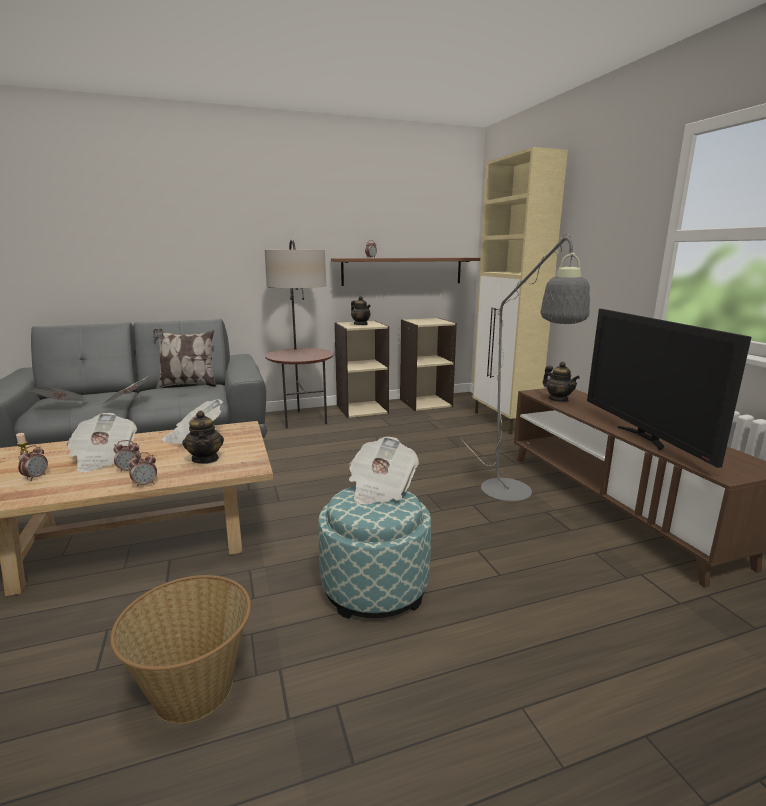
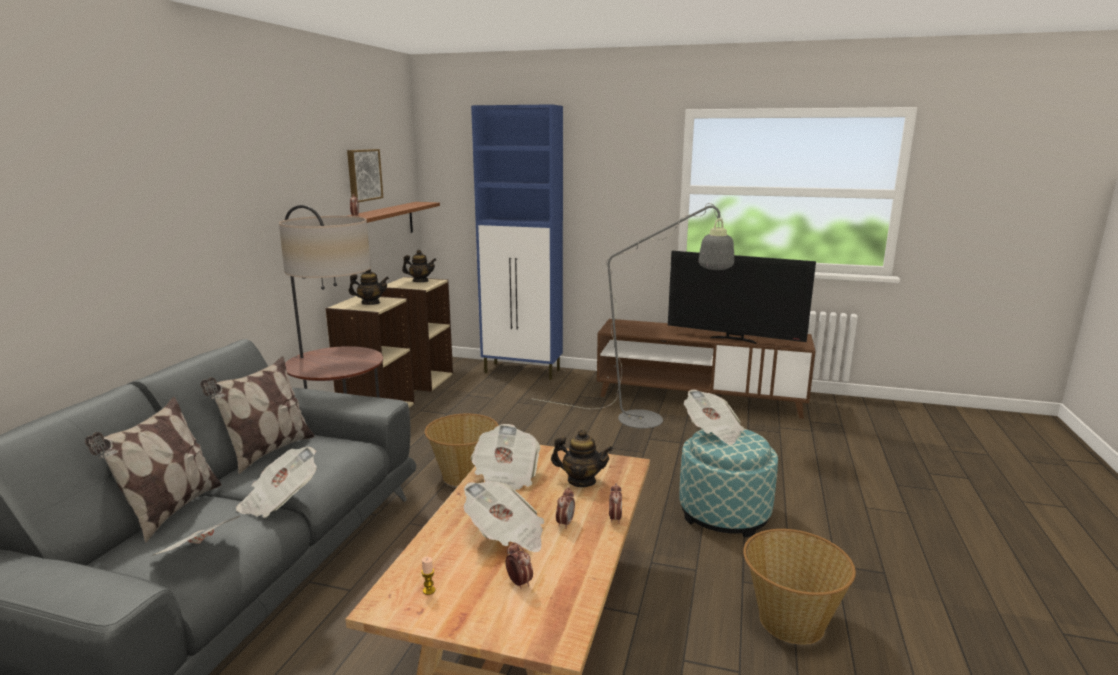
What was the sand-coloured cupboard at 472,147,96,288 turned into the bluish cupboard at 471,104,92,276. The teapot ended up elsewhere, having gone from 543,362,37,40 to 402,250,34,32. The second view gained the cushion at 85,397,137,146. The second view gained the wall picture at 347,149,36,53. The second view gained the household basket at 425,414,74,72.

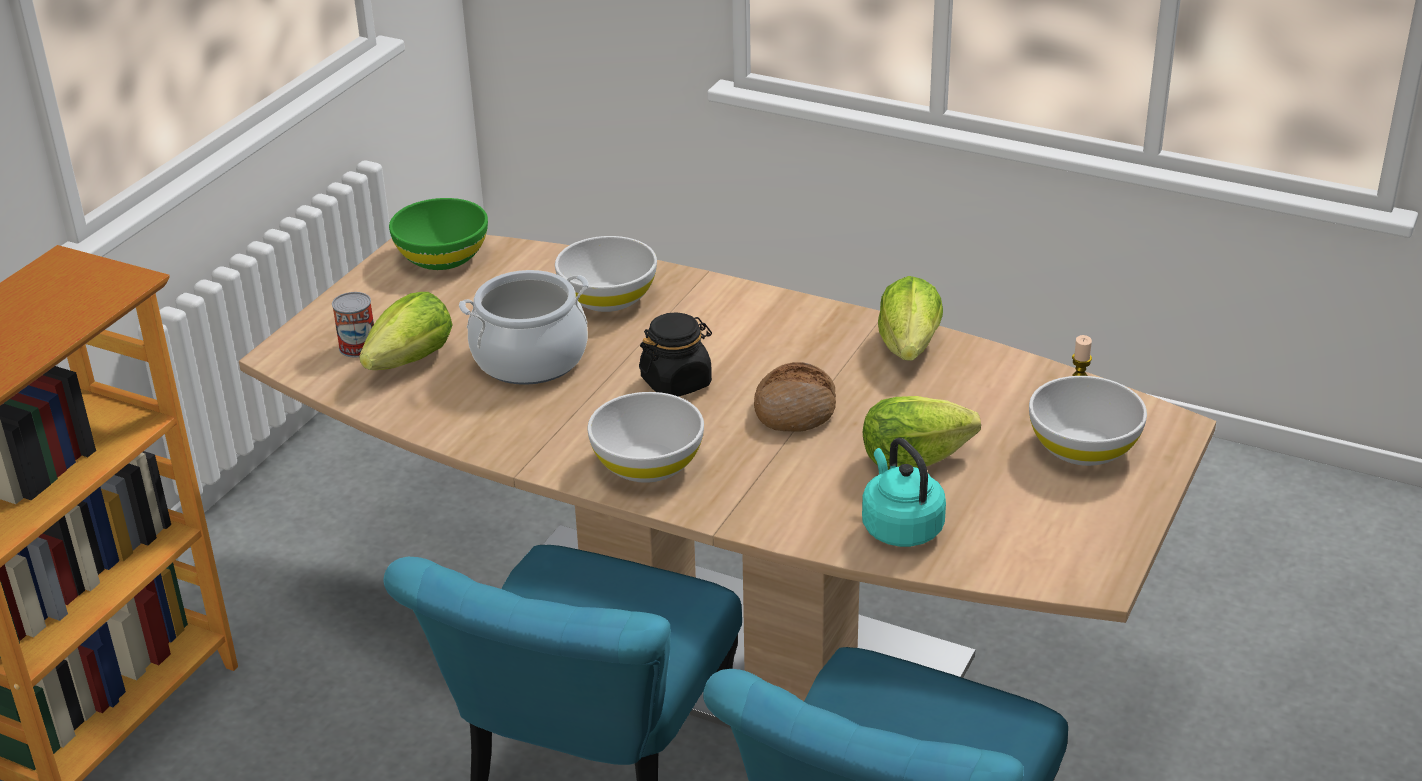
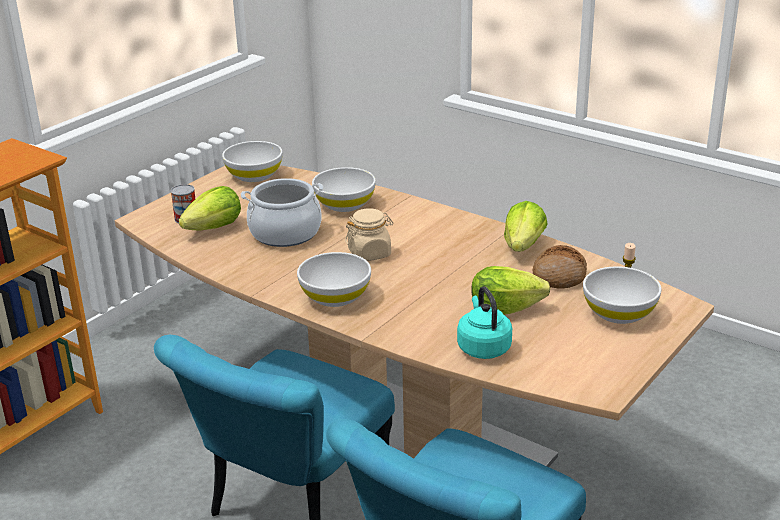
What was the greenish serving bowl at 389,198,99,72 turned into the white serving bowl at 222,141,61,41. What was the black jar at 639,312,73,85 turned into the sand-coloured jar at 345,208,48,53. The baked bread ended up elsewhere, having gone from 754,362,82,70 to 533,245,54,44.

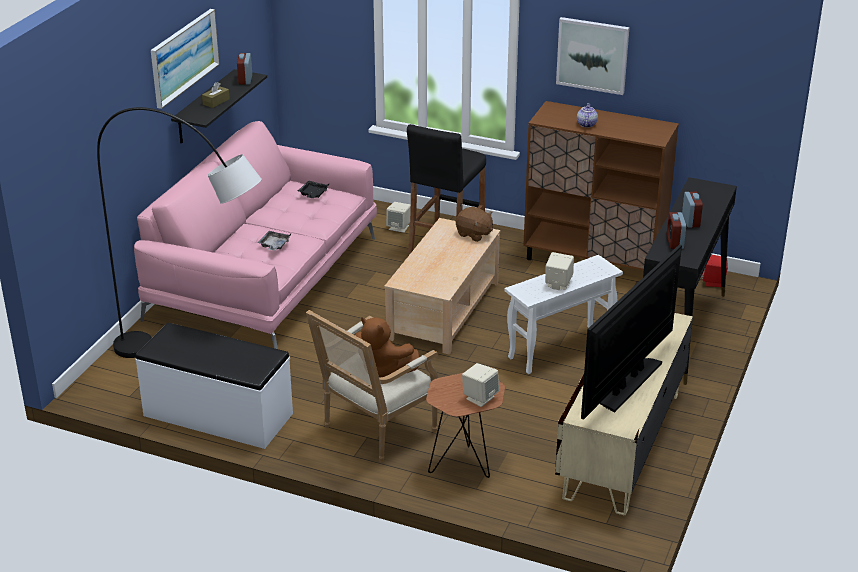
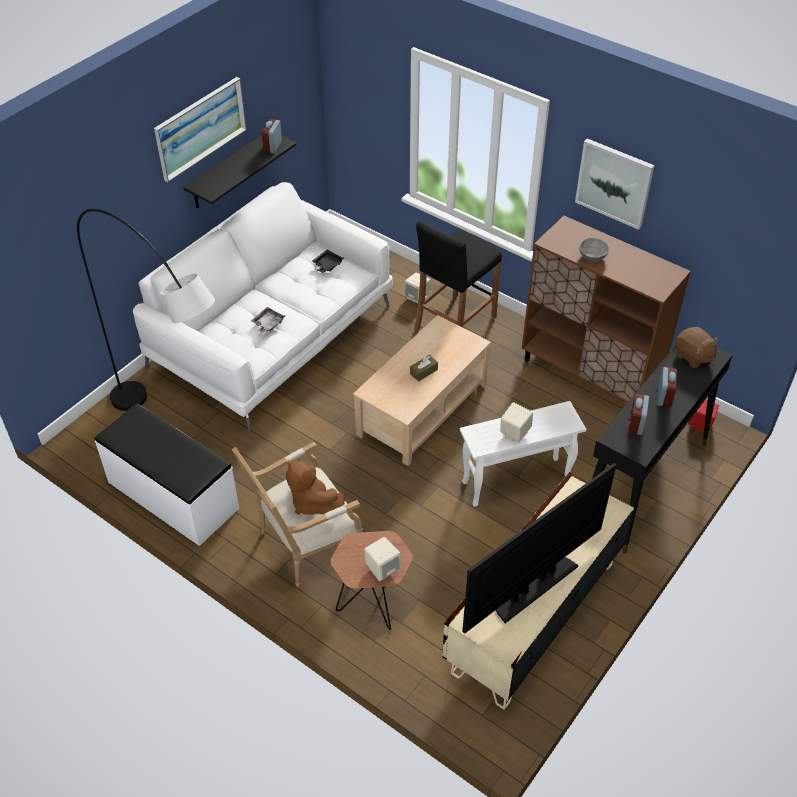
What was the pink sofa at 134,121,243,228 turned into the white sofa at 133,182,260,252. The brown-coloured tissue box ended up elsewhere, having gone from 202,82,28,26 to 410,355,28,26. The brown-coloured plush toy ended up elsewhere, having gone from 456,207,37,35 to 675,327,44,41. Where the teapot stood at 577,103,21,25, the gray serving bowl came to stand at 579,238,31,23.

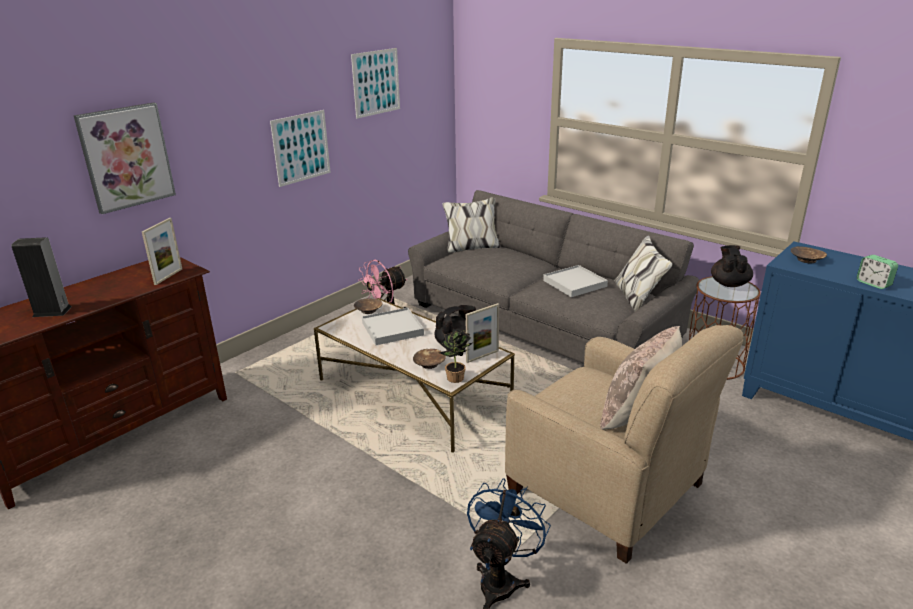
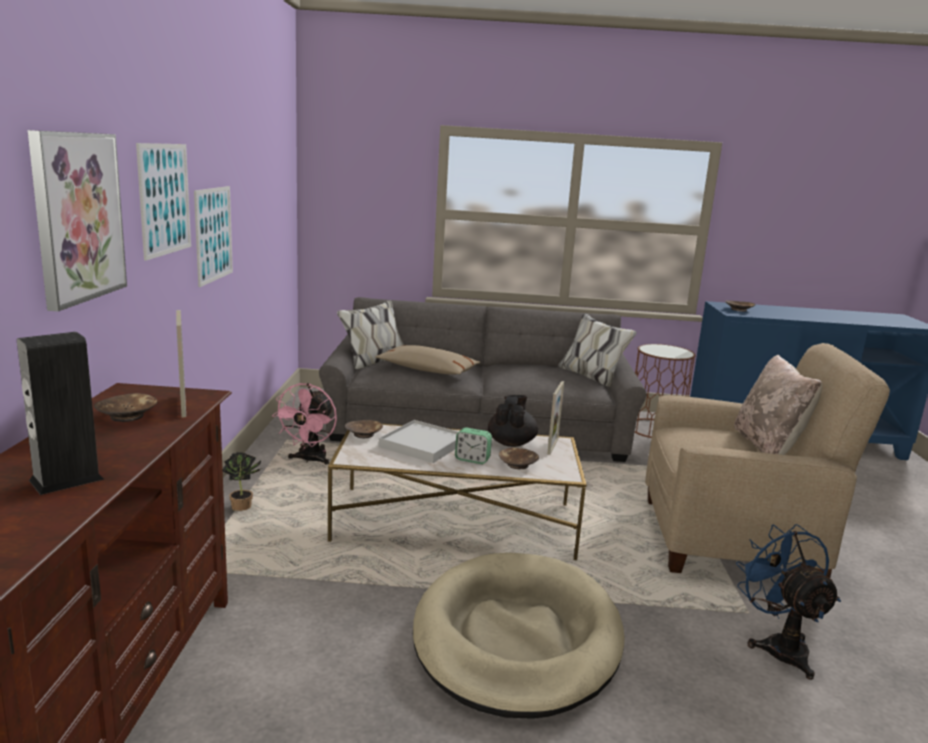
The wall picture ended up elsewhere, having gone from 351,48,49,71 to 136,143,55,118. The potted plant ended up elsewhere, having gone from 439,329,34,54 to 223,452,39,59. The second view lost the white tray at 543,265,65,32. The second view lost the black teapot at 711,245,42,42. The table clock ended up elsewhere, having gone from 857,255,41,34 to 455,427,37,37. The second view gained the brown-coloured serving bowl at 94,393,63,29. The second view gained the sand-coloured cushion at 375,345,105,29. The second view gained the sand-coloured dog cushion at 413,553,212,166.

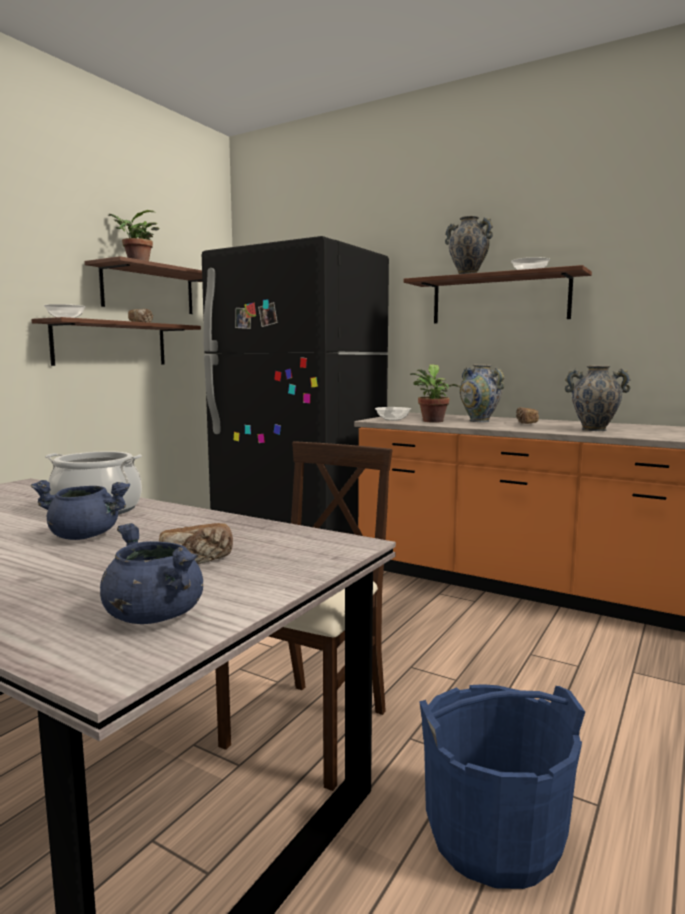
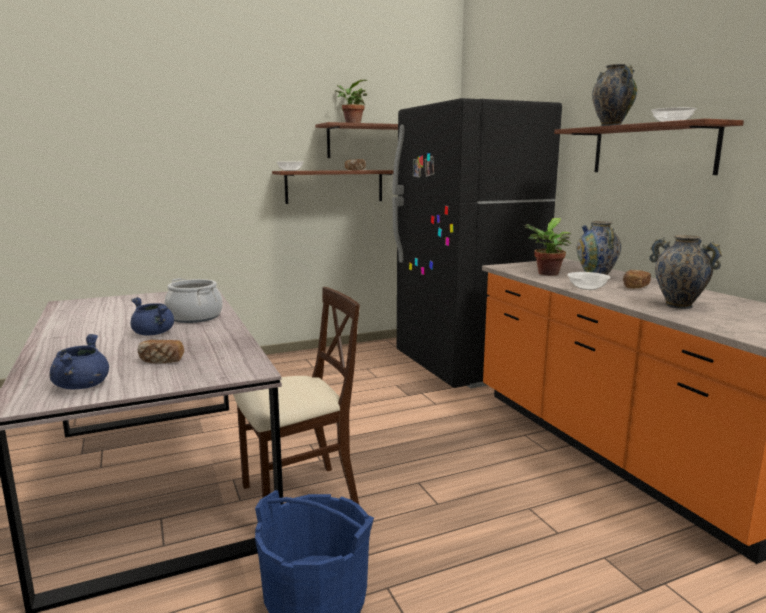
The serving bowl ended up elsewhere, having gone from 375,407,36,14 to 567,272,43,18.

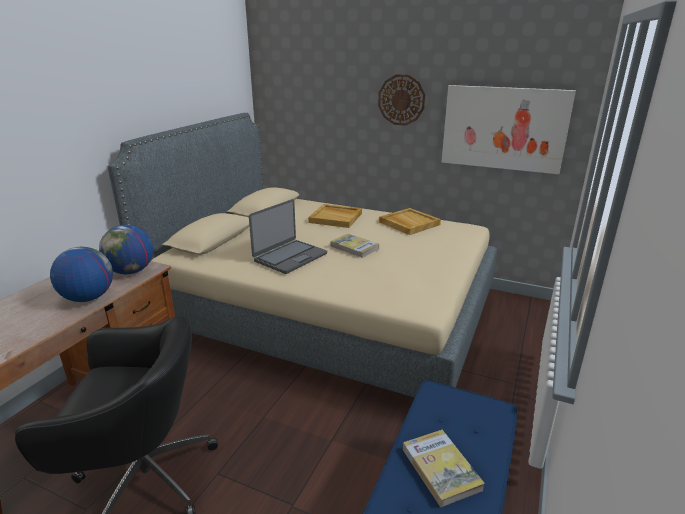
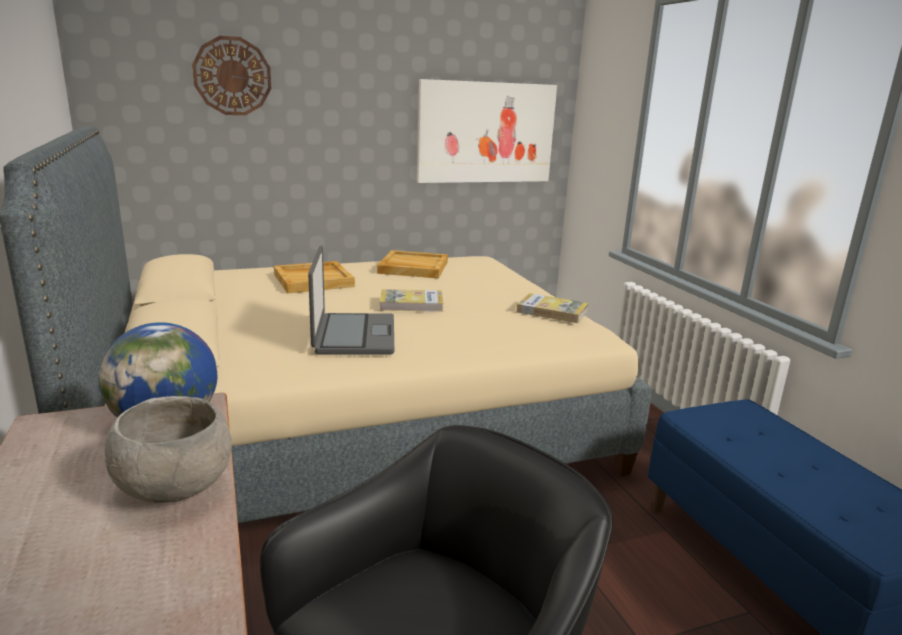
Where the world globe stood at 50,247,63,55, the gray serving bowl came to stand at 105,396,127,107. The clock on the wall ended up elsewhere, having gone from 378,74,47,52 to 192,36,79,79. The volume ended up elsewhere, having gone from 403,430,82,77 to 516,293,72,30.

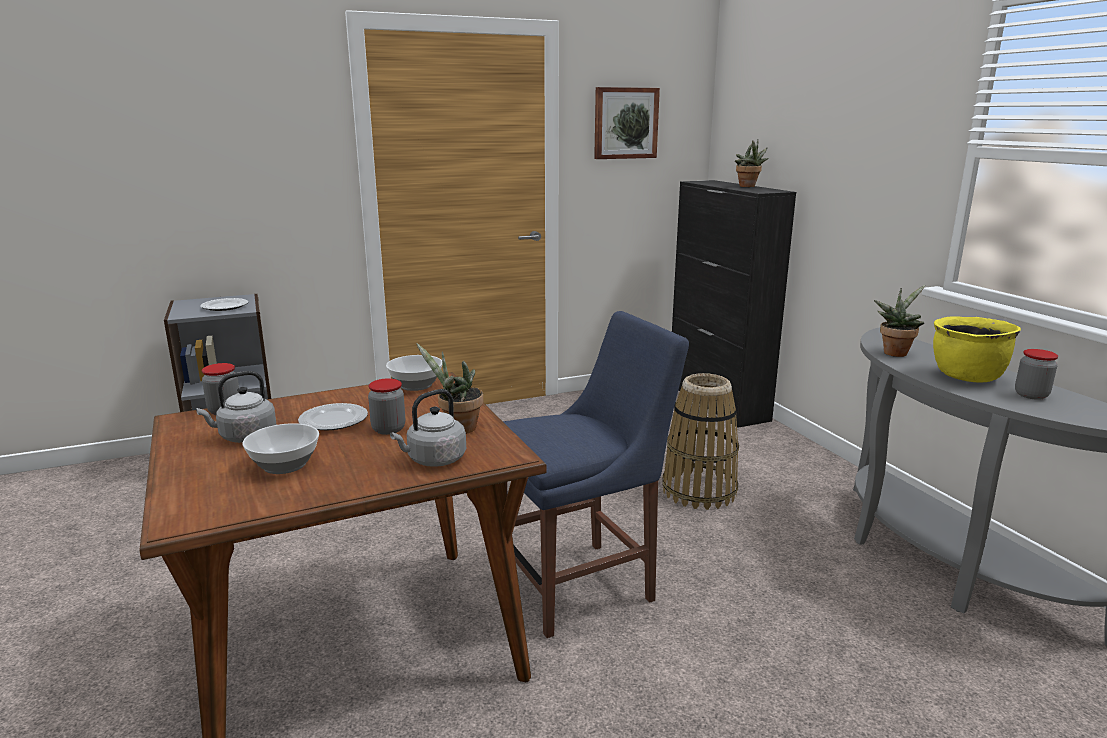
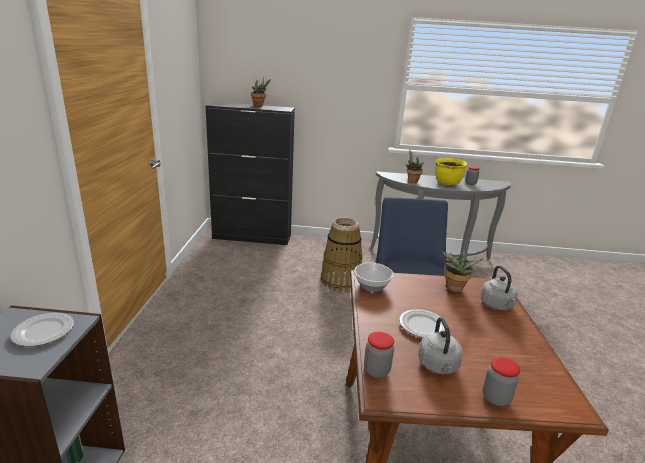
The second view lost the serving bowl at 243,423,76,51. The jar ended up elsewhere, having gone from 368,379,37,56 to 483,357,37,49. The second view lost the wall picture at 594,87,66,72.

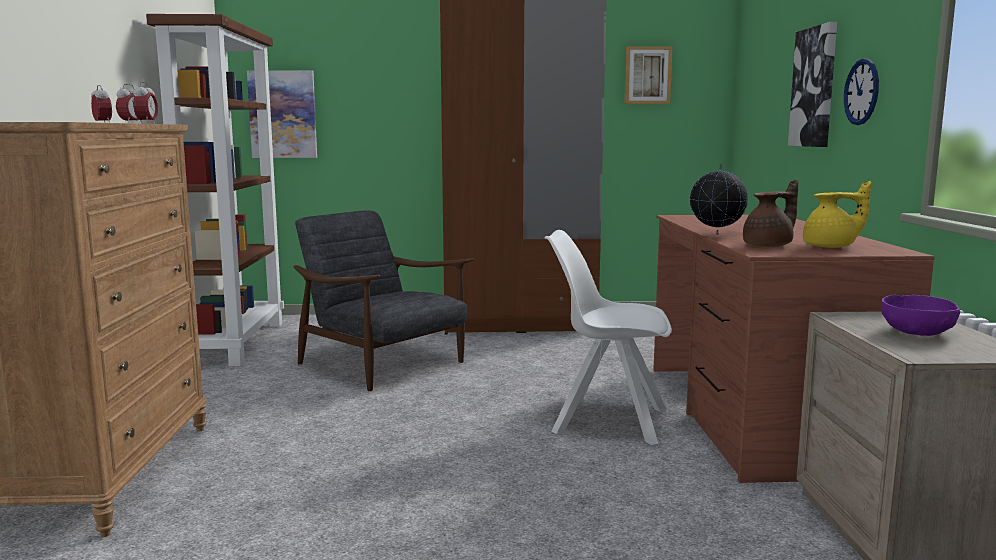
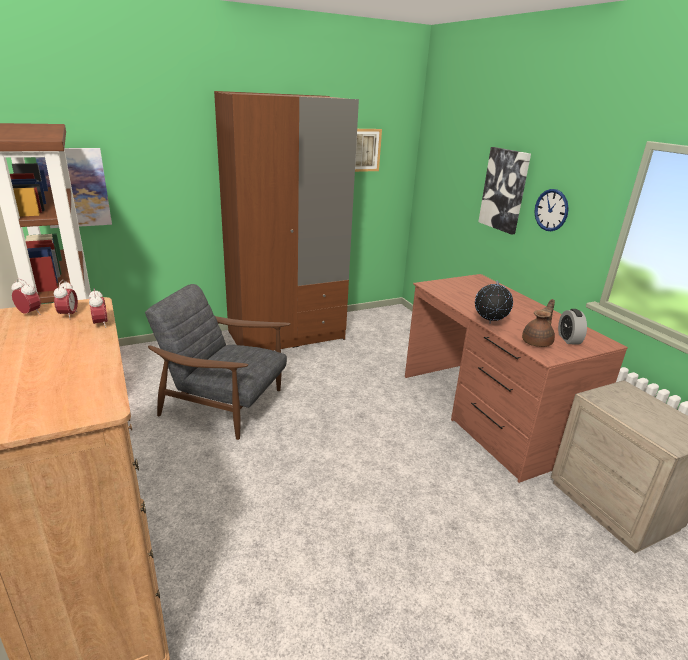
The second view lost the white upright chair at 545,230,127,215. Where the yellowish teapot stood at 803,181,68,67, the table clock came to stand at 558,309,29,36. The second view lost the purple serving bowl at 881,295,79,41.

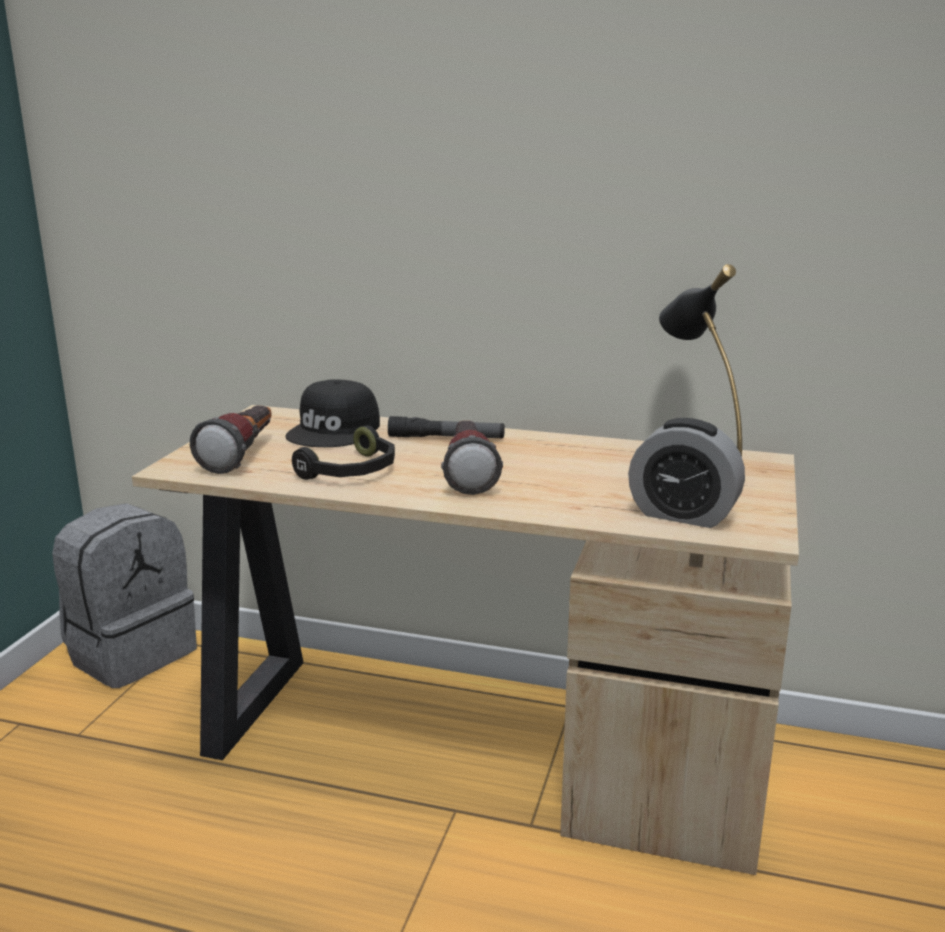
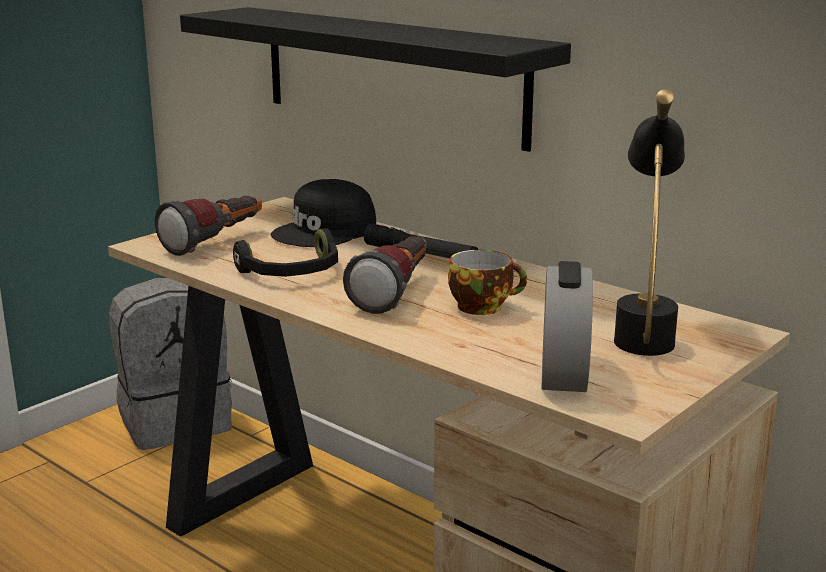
The table clock at 628,418,117,110 ended up facing another way, 135 degrees counterclockwise from before. The second view gained the black bracket shelf at 180,7,391,145. The second view gained the small cup at 448,250,79,65.

